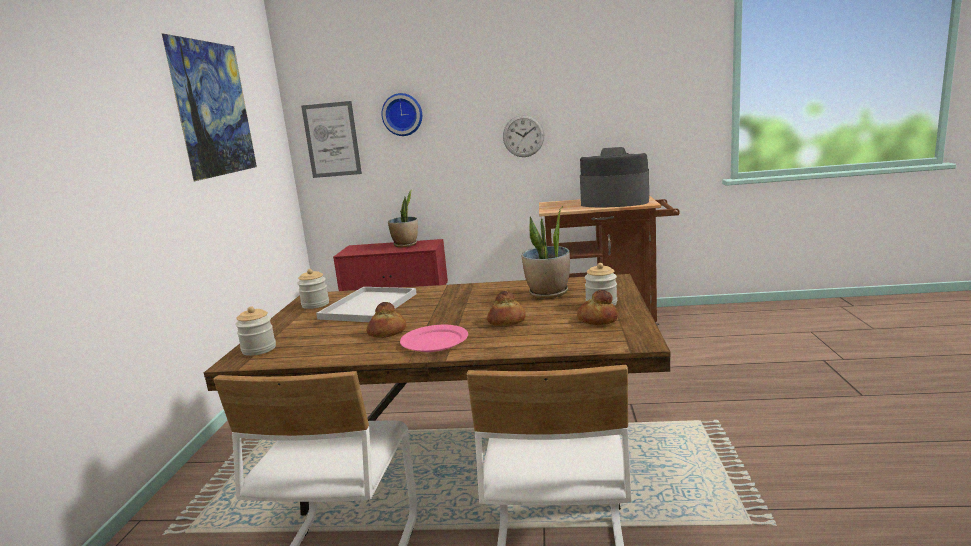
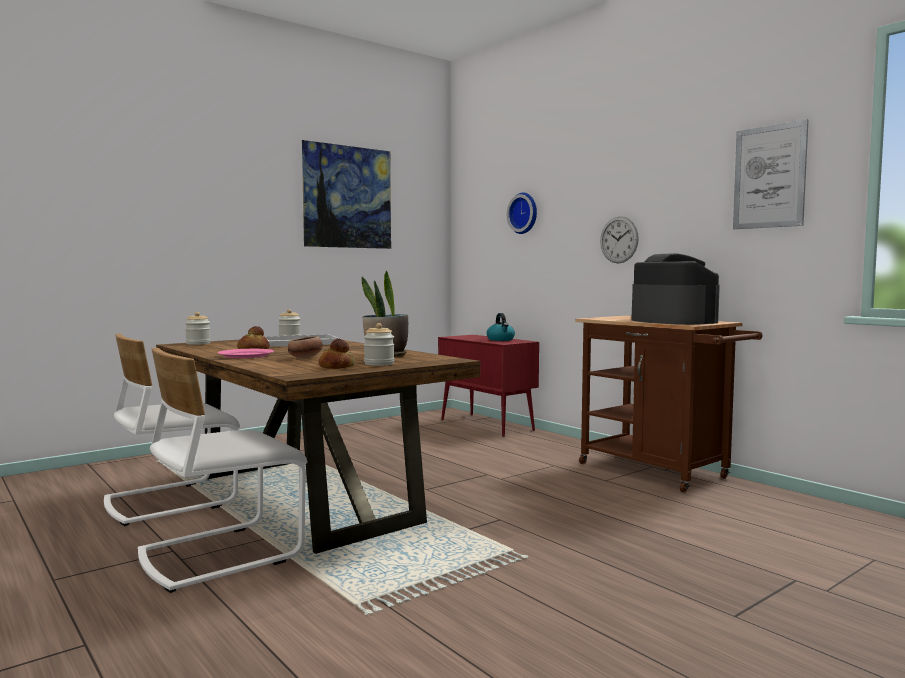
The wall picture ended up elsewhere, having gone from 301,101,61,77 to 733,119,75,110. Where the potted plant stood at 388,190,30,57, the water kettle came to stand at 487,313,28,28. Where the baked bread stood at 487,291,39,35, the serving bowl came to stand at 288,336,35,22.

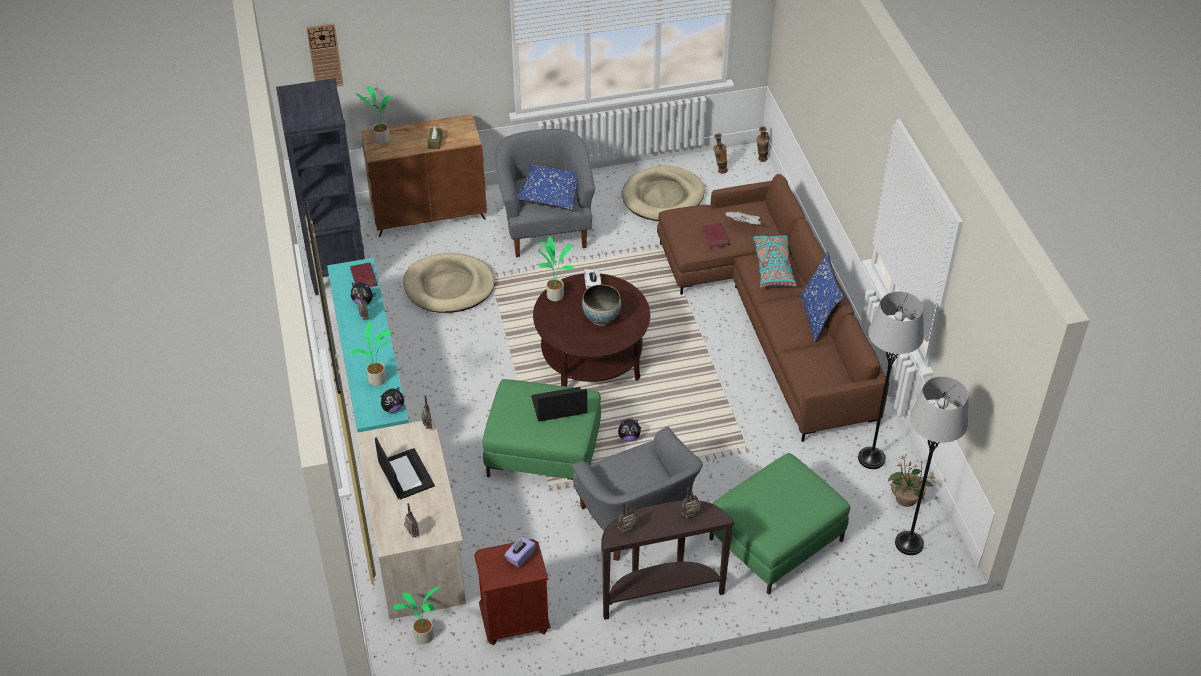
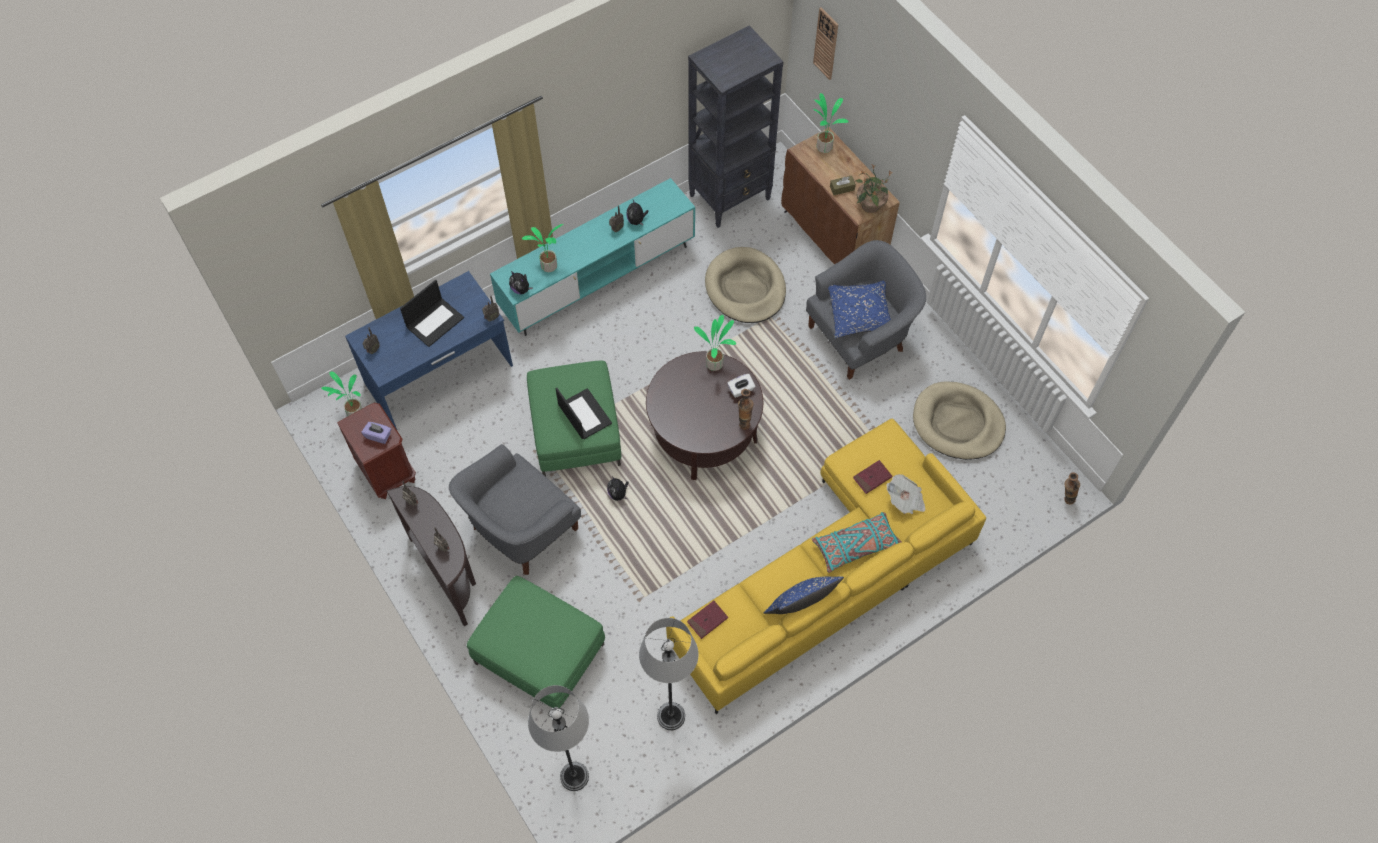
The red volume ended up elsewhere, having gone from 350,262,28,25 to 687,600,41,39. What was the sand-coloured desk table at 356,419,110,201 turned into the bluish desk table at 345,271,168,159. The second view lost the serving bowl at 582,284,39,42. What was the brown-coloured sofa at 657,174,232,268 turned into the yellowish sofa at 666,419,320,295. The vase ended up elsewhere, having gone from 713,134,15,40 to 738,389,16,41. The potted plant ended up elsewhere, having gone from 888,455,47,52 to 856,165,37,48.

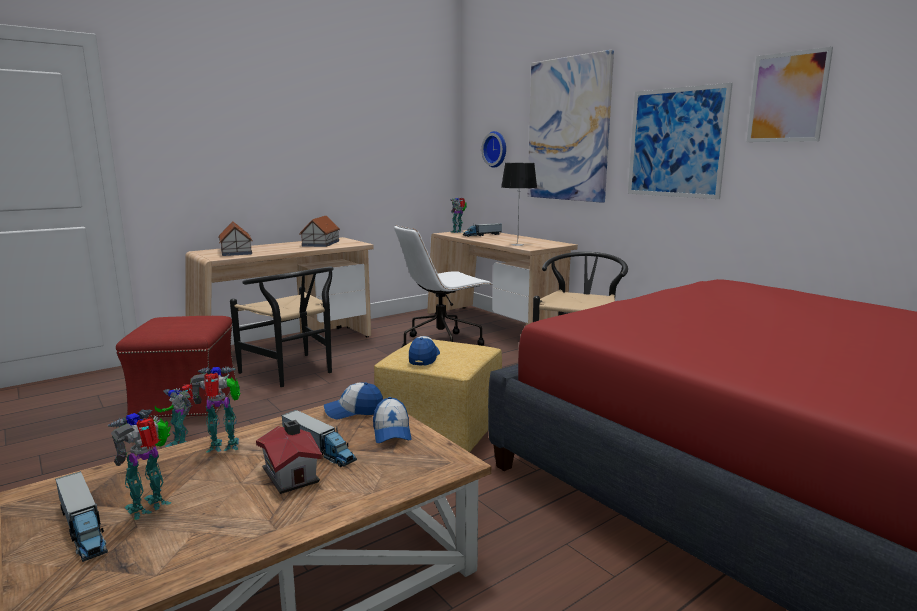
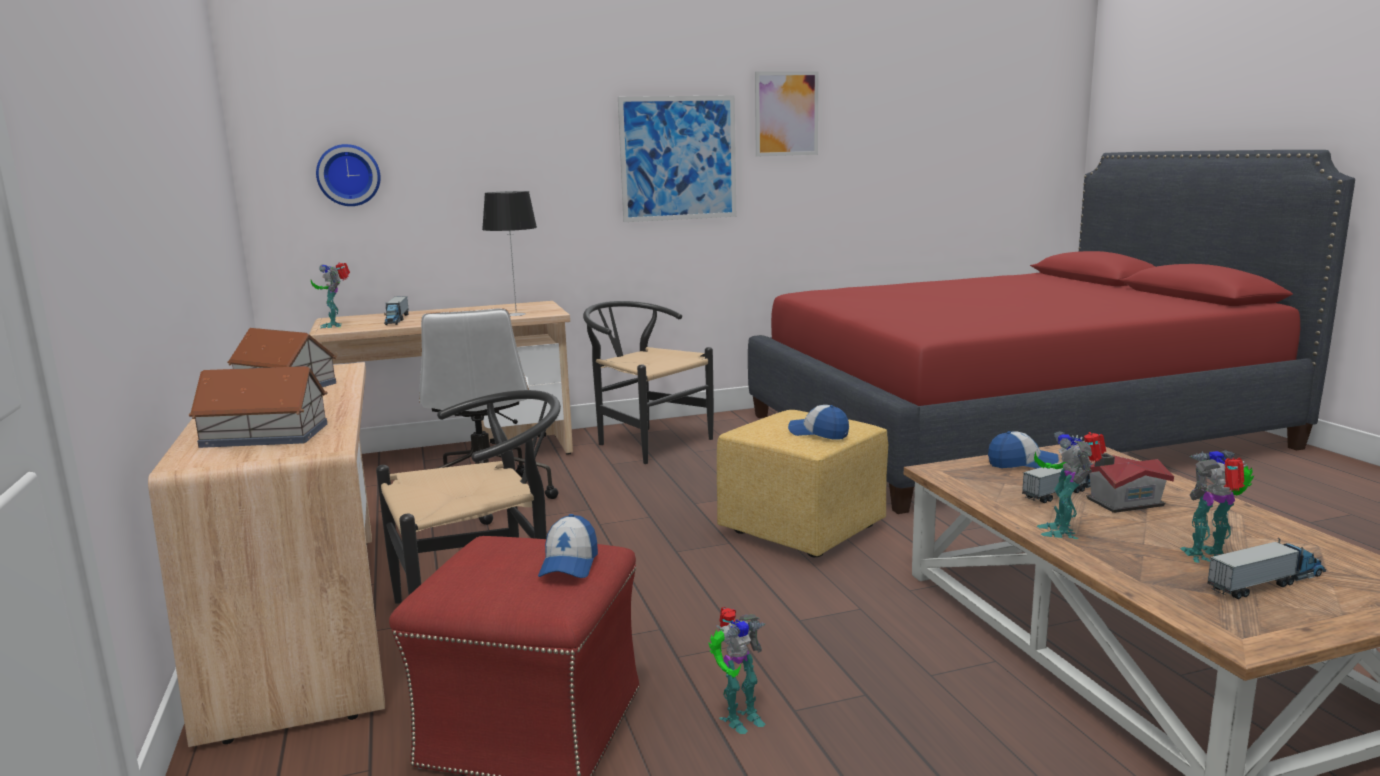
The toy robot at 107,409,64,111 ended up facing another way, 120 degrees clockwise from before. The peaked cap ended up elsewhere, having gone from 324,382,59,37 to 538,514,60,64. The second view lost the wall picture at 528,50,86,153.

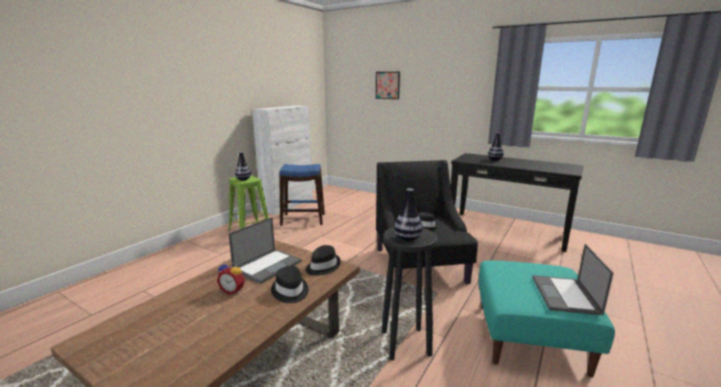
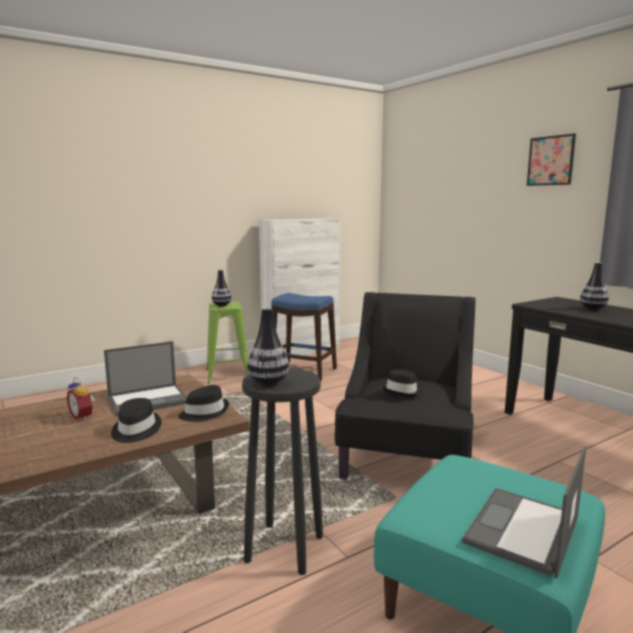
The wall picture ended up elsewhere, having gone from 376,72,24,27 to 527,133,49,53.

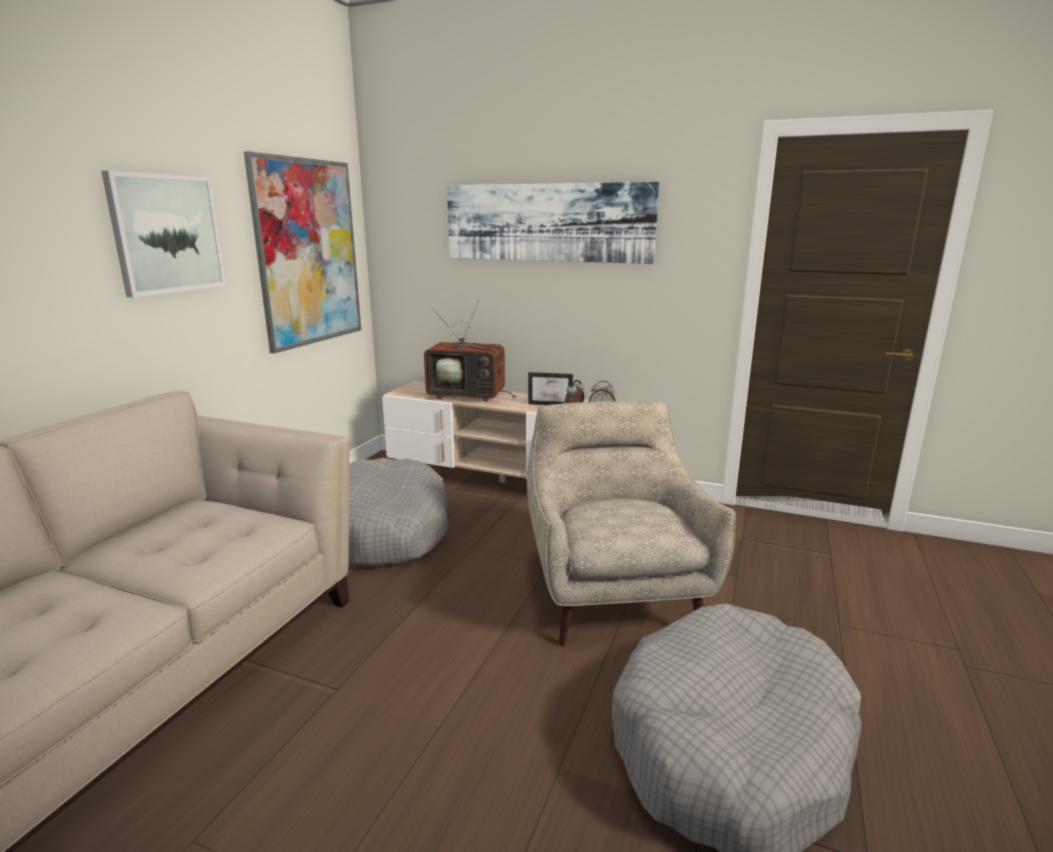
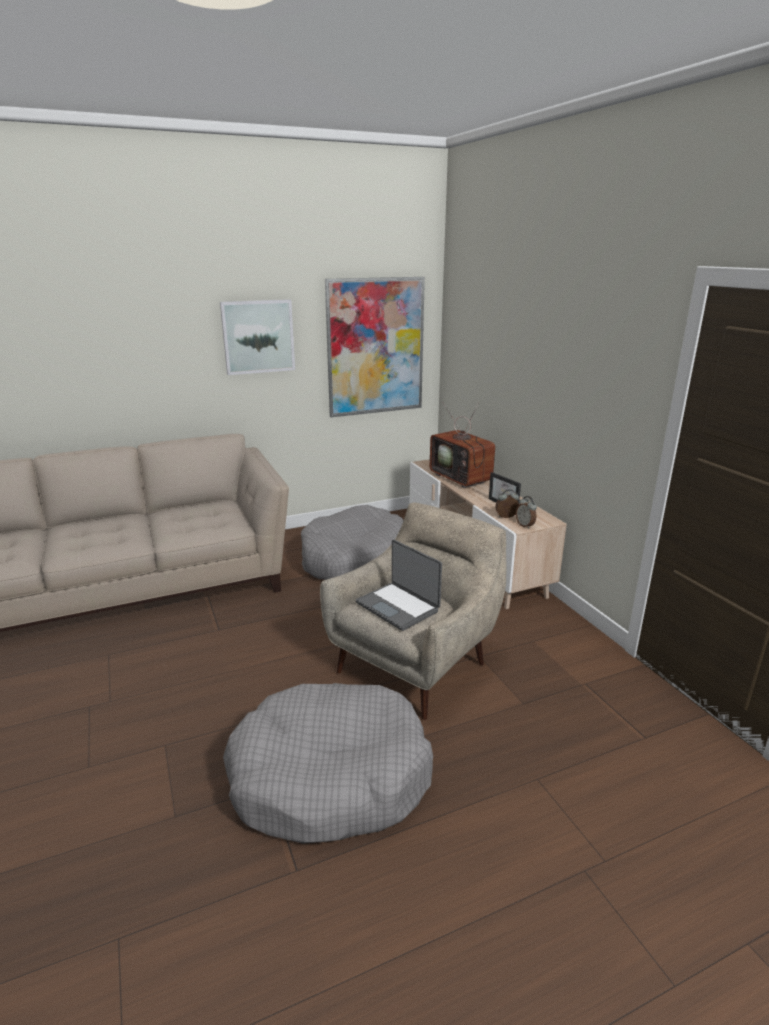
The second view lost the wall picture at 447,182,212,82. The second view gained the laptop at 356,540,86,91.

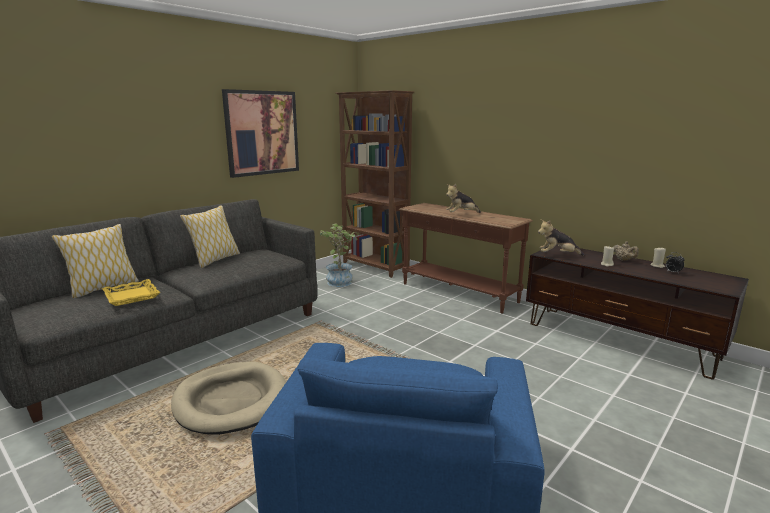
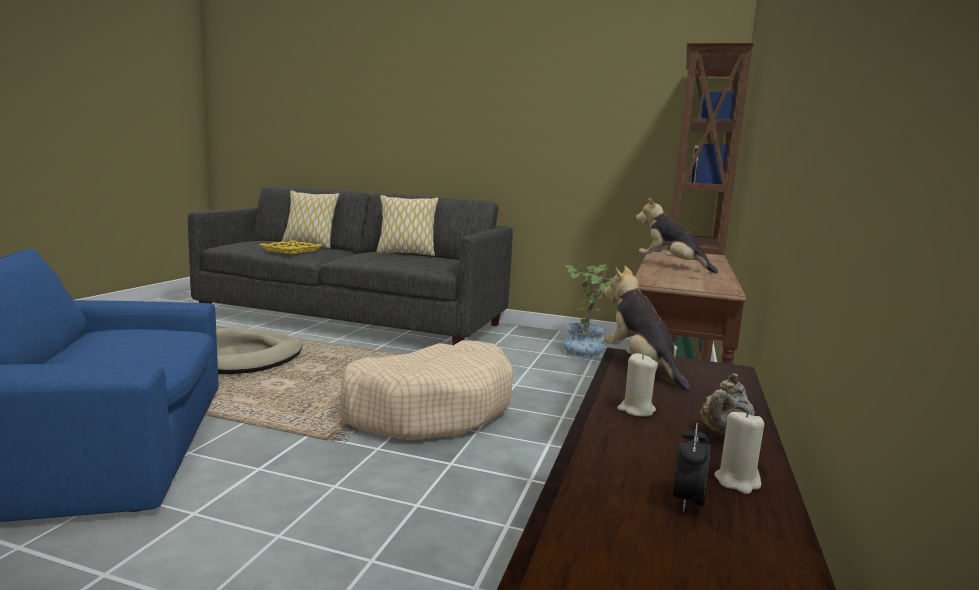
The second view lost the wall picture at 222,89,77,89. The second view gained the sand-coloured dog cushion at 339,340,175,100.

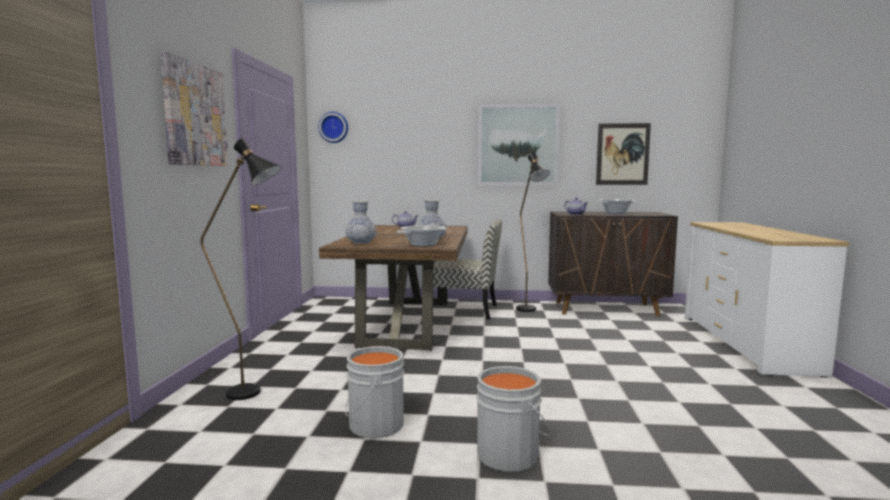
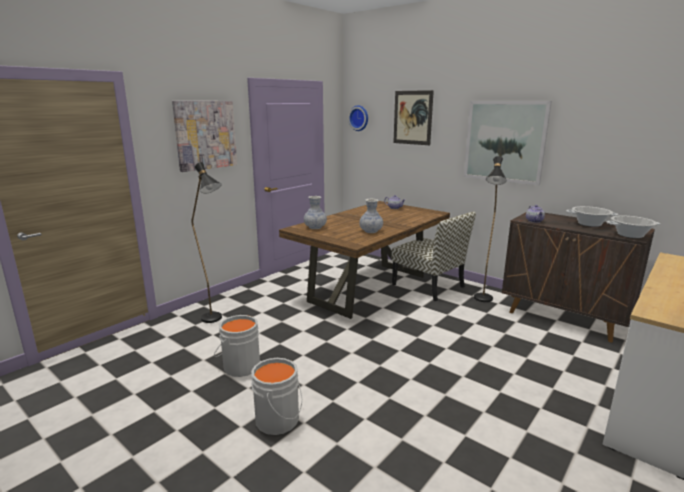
The saucepot ended up elsewhere, having gone from 397,225,51,22 to 606,216,54,22. The wall picture ended up elsewhere, having gone from 596,123,55,62 to 393,90,41,55.

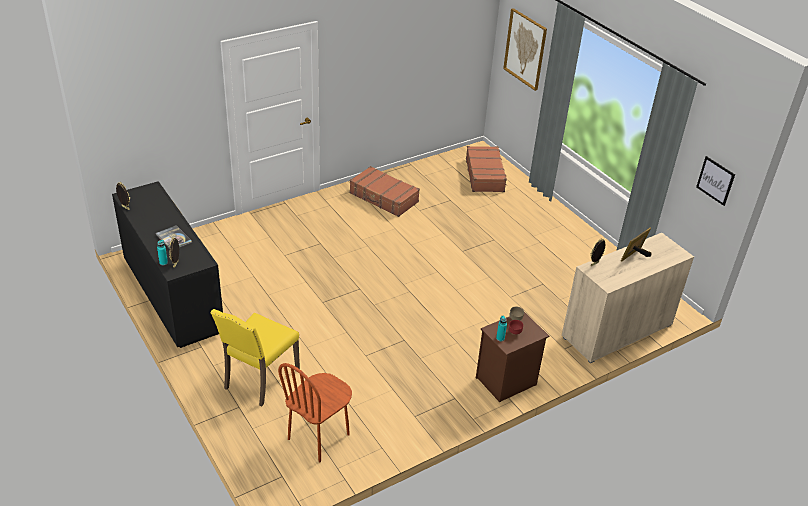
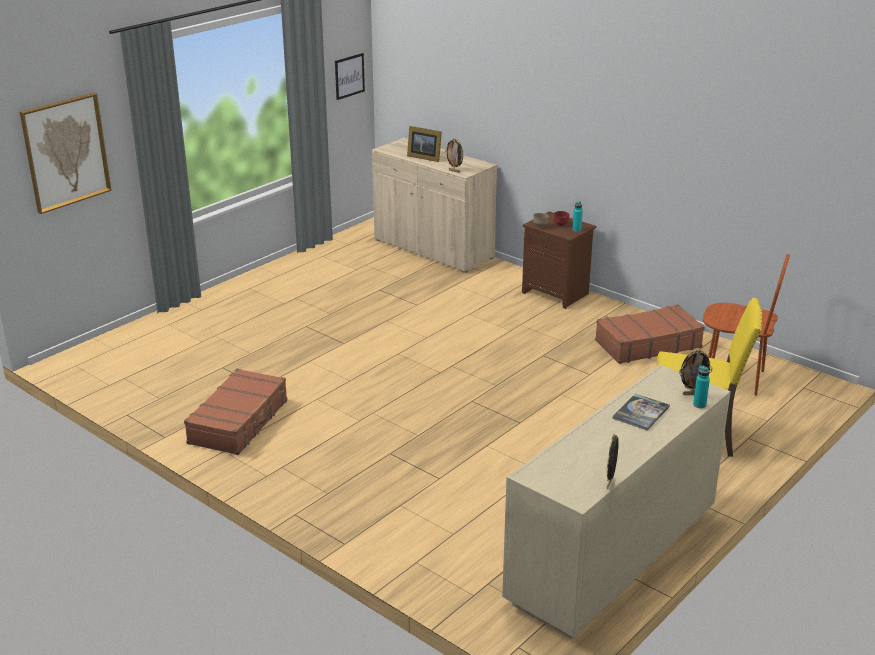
What was the black dresser at 112,181,111,167 turned into the sand-coloured dresser at 502,365,229,274. The brown-coloured suitcase ended up elsewhere, having gone from 466,146,41,46 to 595,305,110,59.

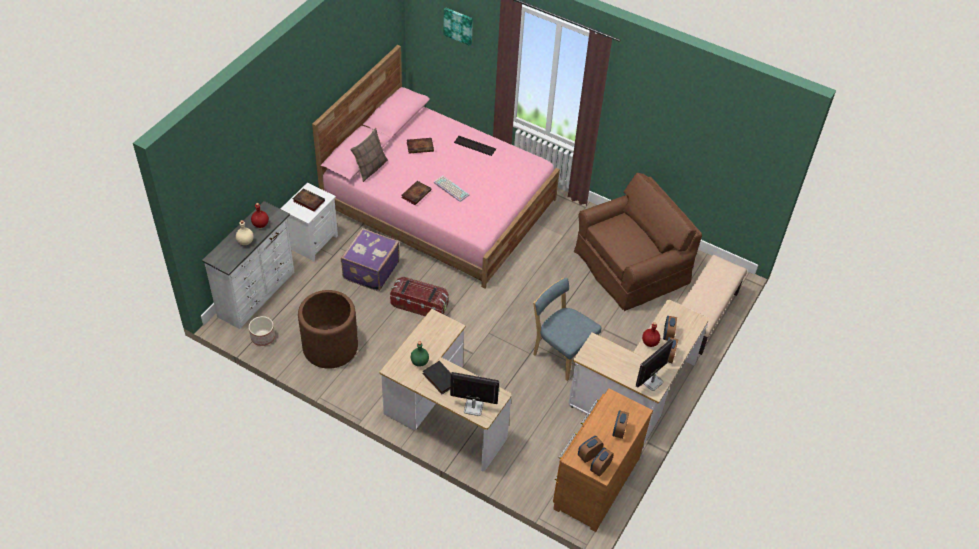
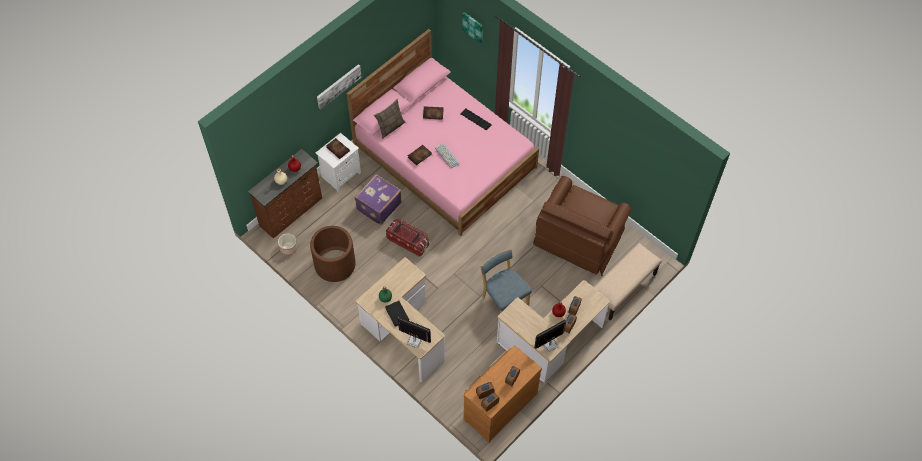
What was the white dresser at 202,201,92,128 turned into the brown-coloured dresser at 248,149,74,90. The brown-coloured armchair at 574,173,128,138 ended up facing another way, 135 degrees clockwise from before. The second view gained the wall picture at 317,64,45,46.

